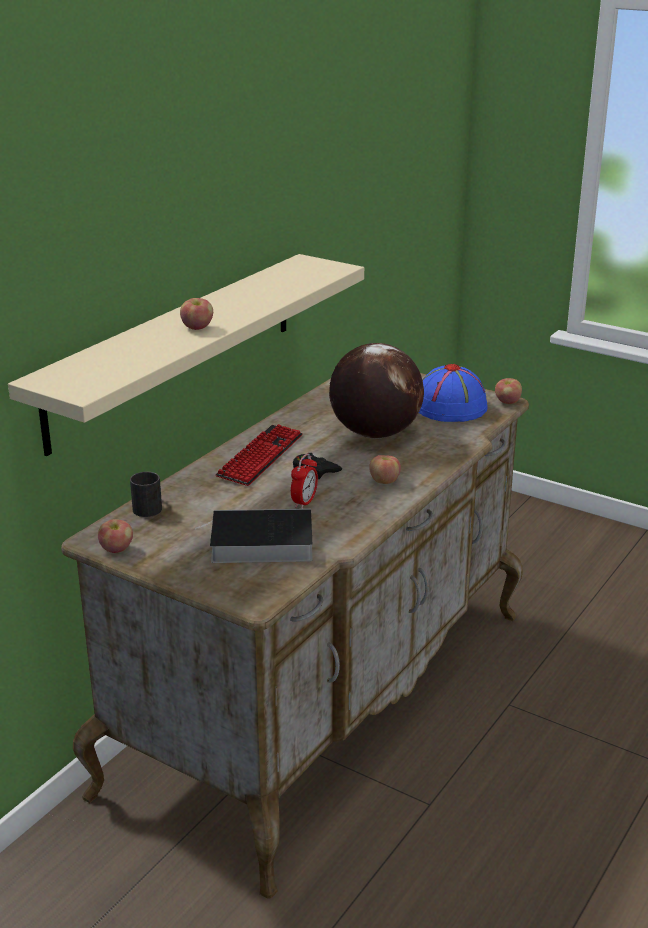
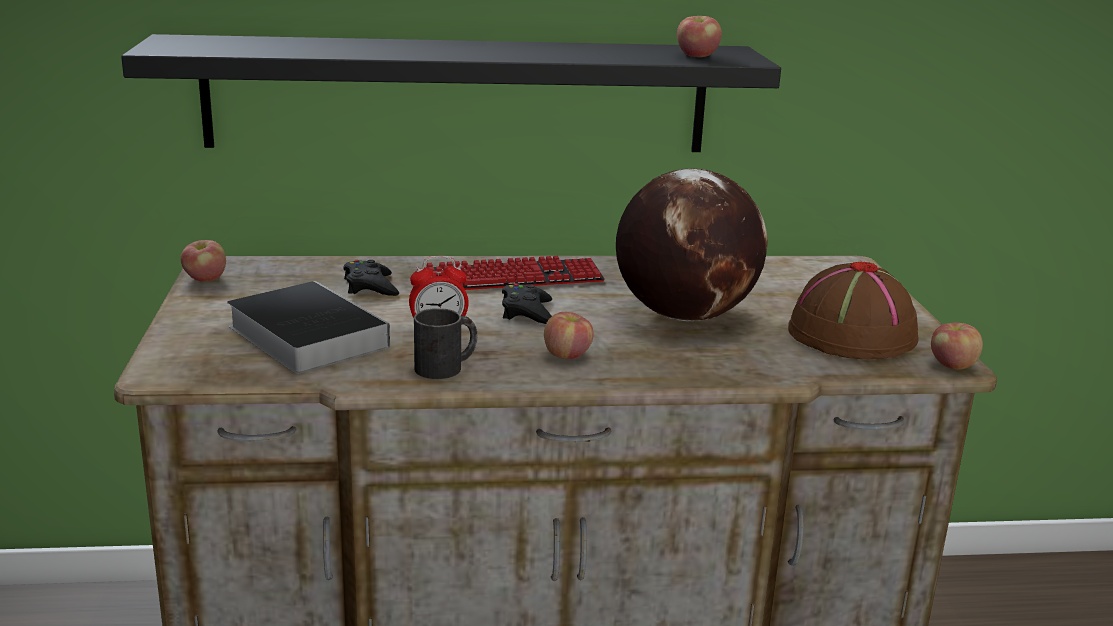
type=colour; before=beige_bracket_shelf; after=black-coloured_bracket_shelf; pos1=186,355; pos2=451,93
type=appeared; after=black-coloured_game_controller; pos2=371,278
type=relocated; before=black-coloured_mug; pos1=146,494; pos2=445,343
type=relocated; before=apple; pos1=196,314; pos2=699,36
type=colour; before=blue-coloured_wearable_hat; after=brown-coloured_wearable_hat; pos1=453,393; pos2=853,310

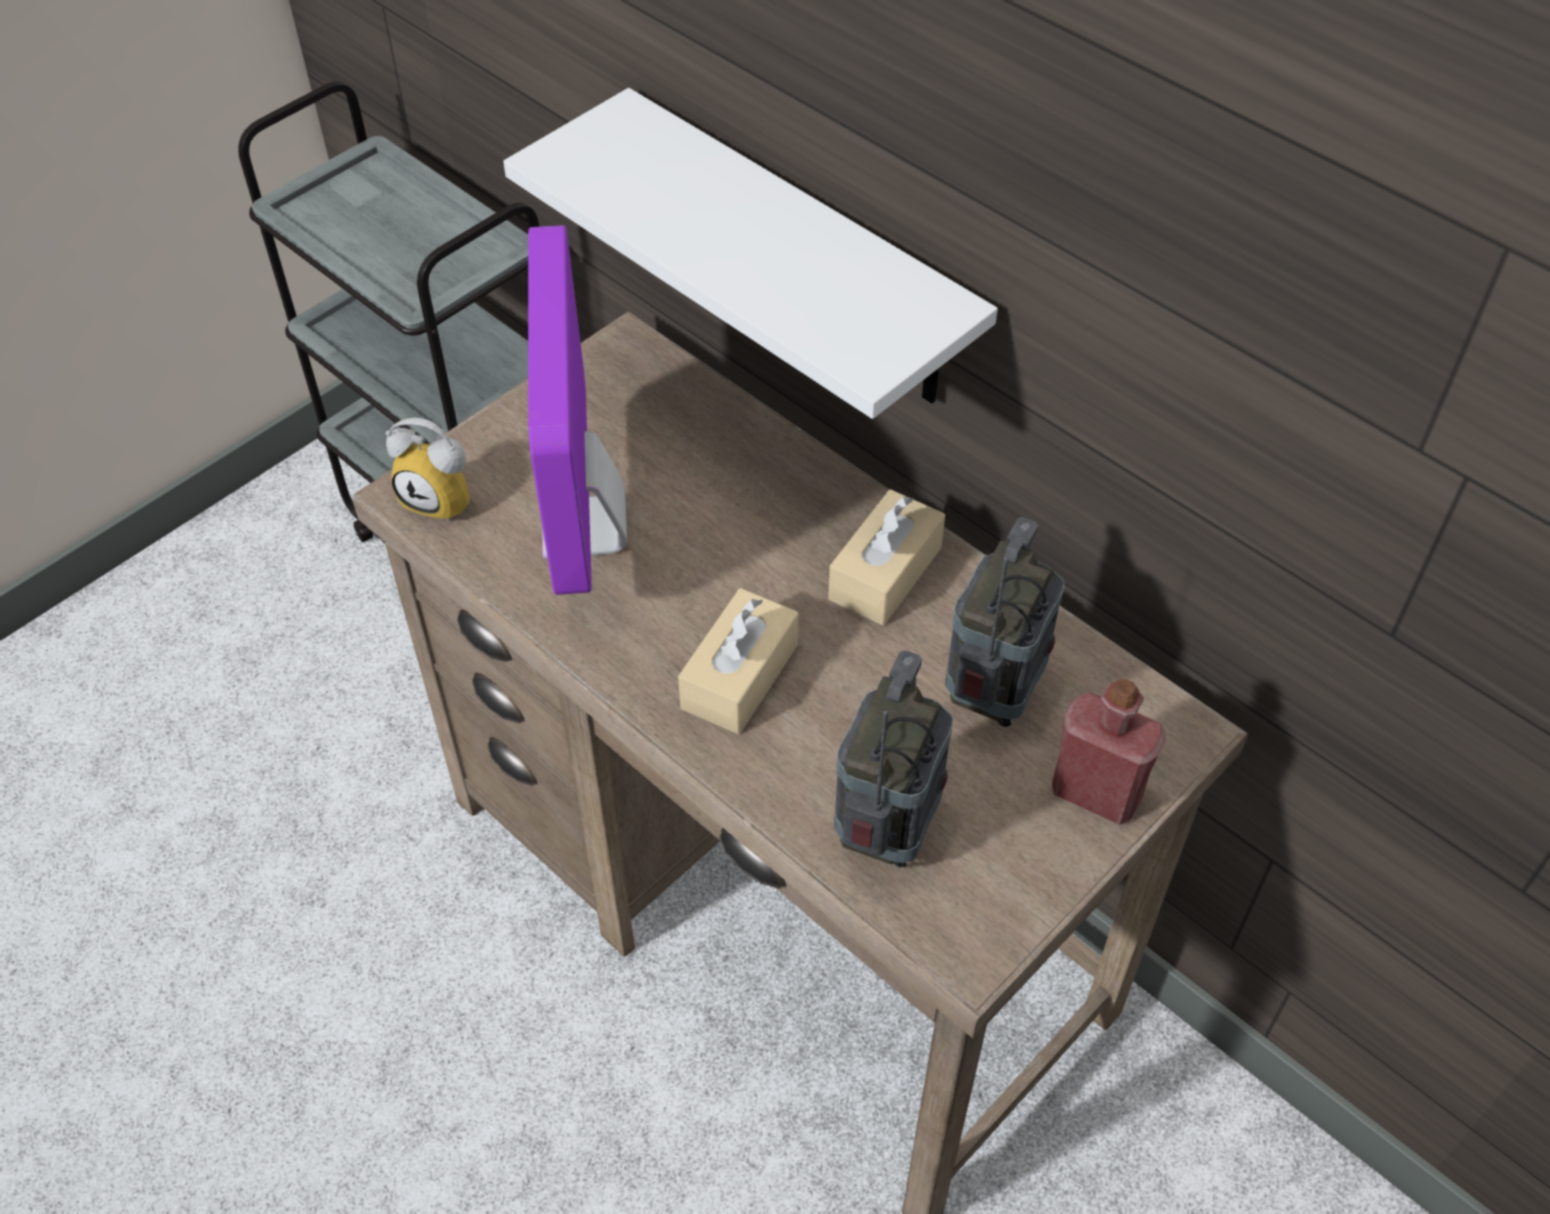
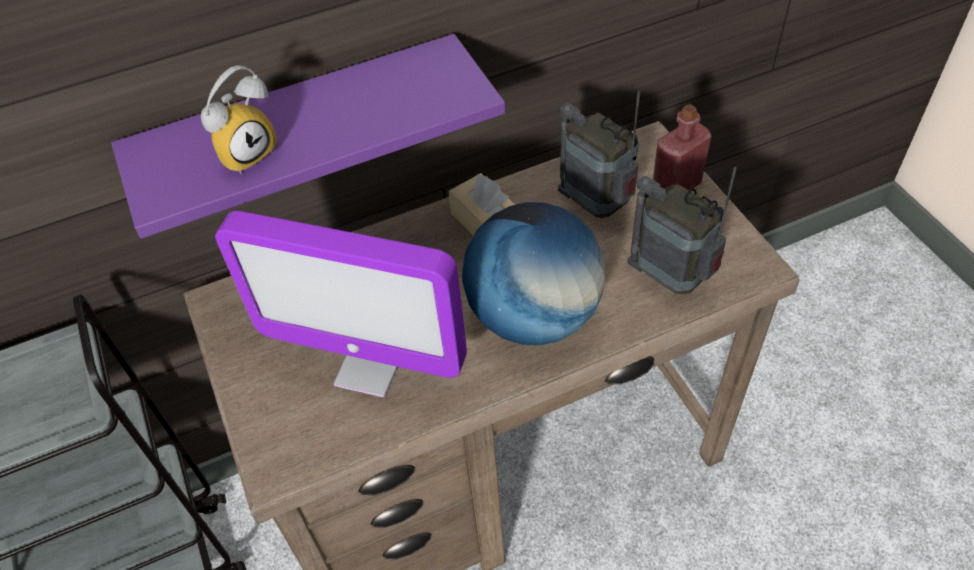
type=colour; before=white_bracket_shelf; after=purplish_bracket_shelf; pos1=750,253; pos2=308,136
type=relocated; before=alarm_clock; pos1=428,470; pos2=239,119
type=exchanged; before=beige_box_of_tissues; after=globe; pos1=738,661; pos2=533,273

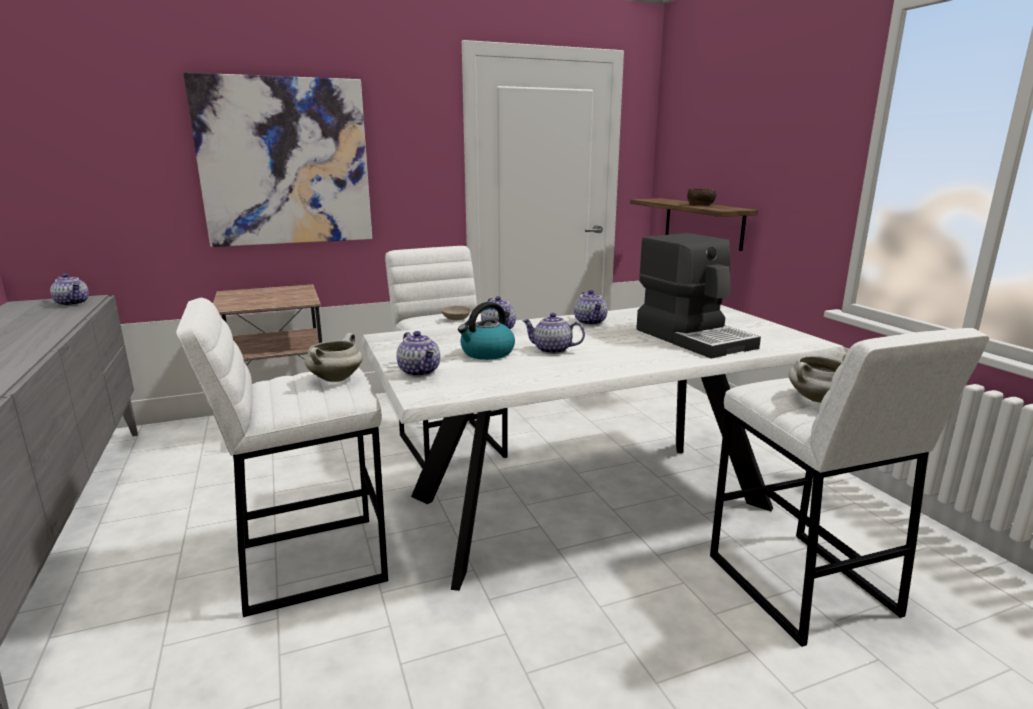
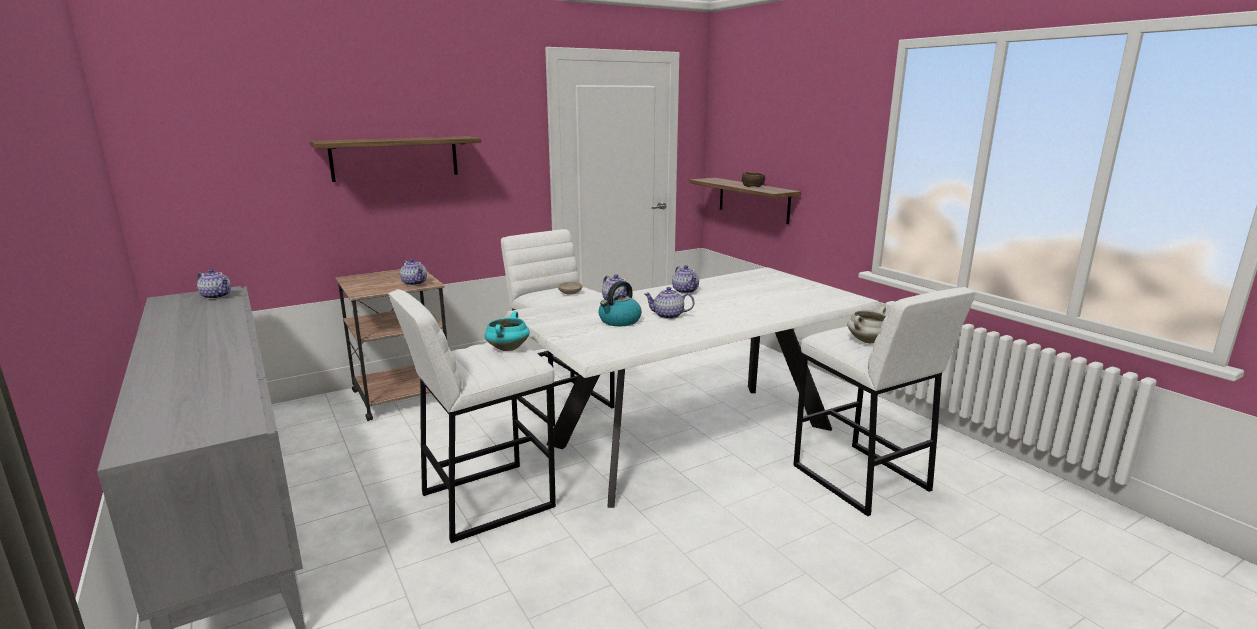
type=exchanged; before=wall_art; after=bracket_shelf; pos1=277,159; pos2=395,159
type=relocated; before=pot_for_tea; pos1=418,354; pos2=413,272
type=colour; before=white_saucepot; after=turquoise_saucepot; pos1=334,357; pos2=507,331
type=missing; before=coffee_machine; pos1=698,296

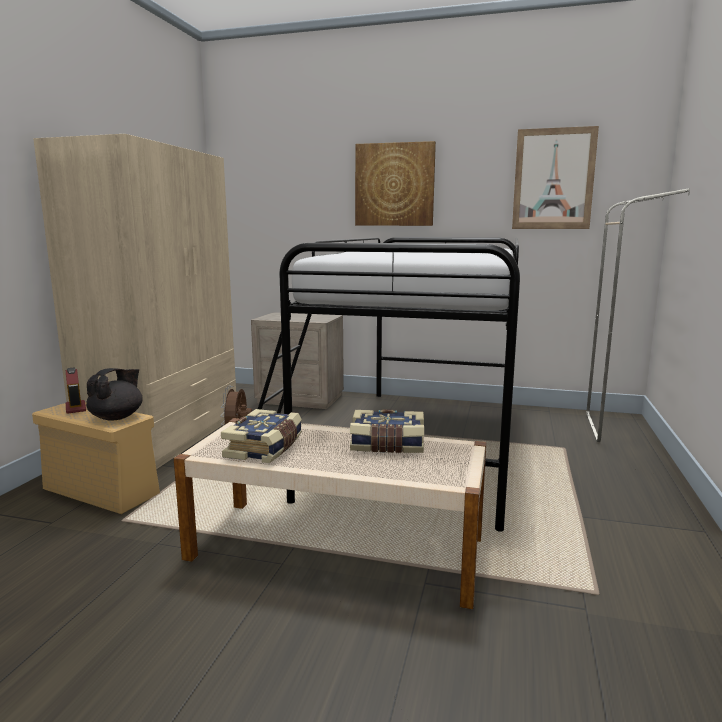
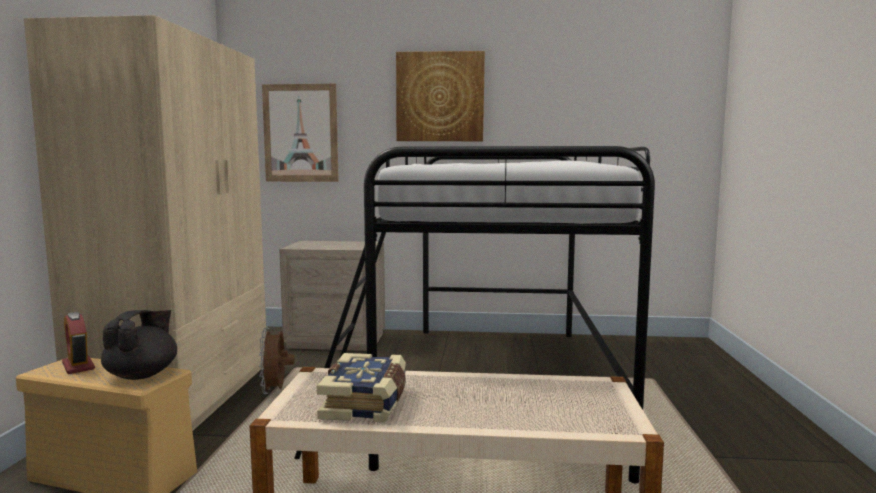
type=relocated; before=wall_art; pos1=555,177; pos2=300,133
type=missing; before=book; pos1=387,431
type=missing; before=gray_garment_rack; pos1=638,315

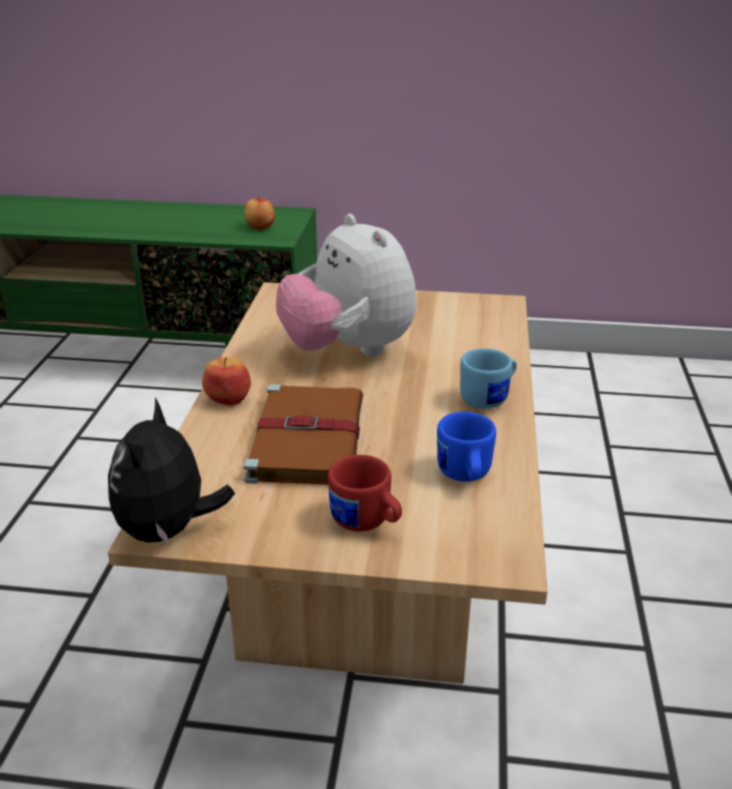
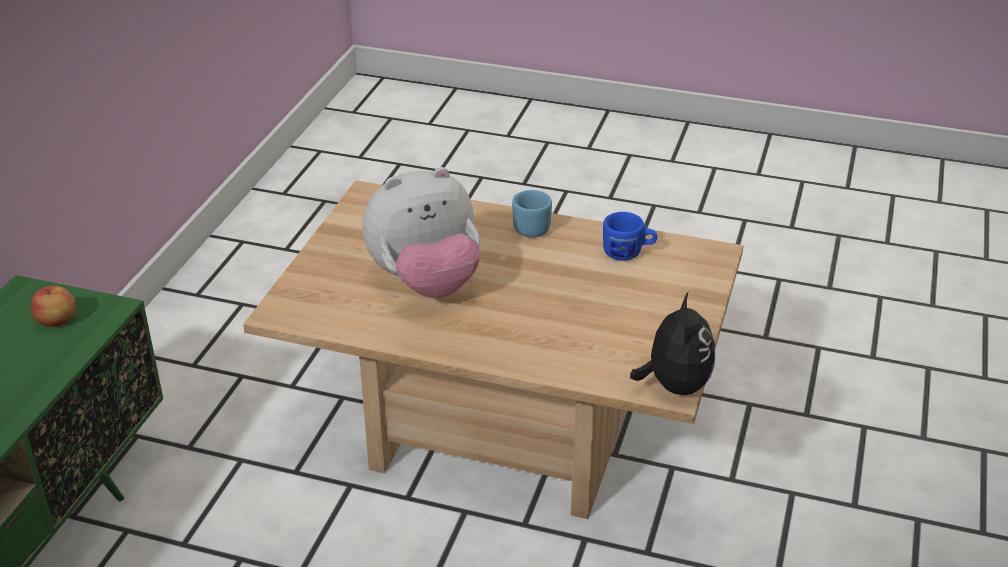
type=spun; before=soft_toy; pos1=171,472; pos2=672,343; turn=-105
type=missing; before=apple; pos1=226,381
type=missing; before=brown-coloured_book; pos1=303,434
type=missing; before=red-coloured_mug; pos1=365,493

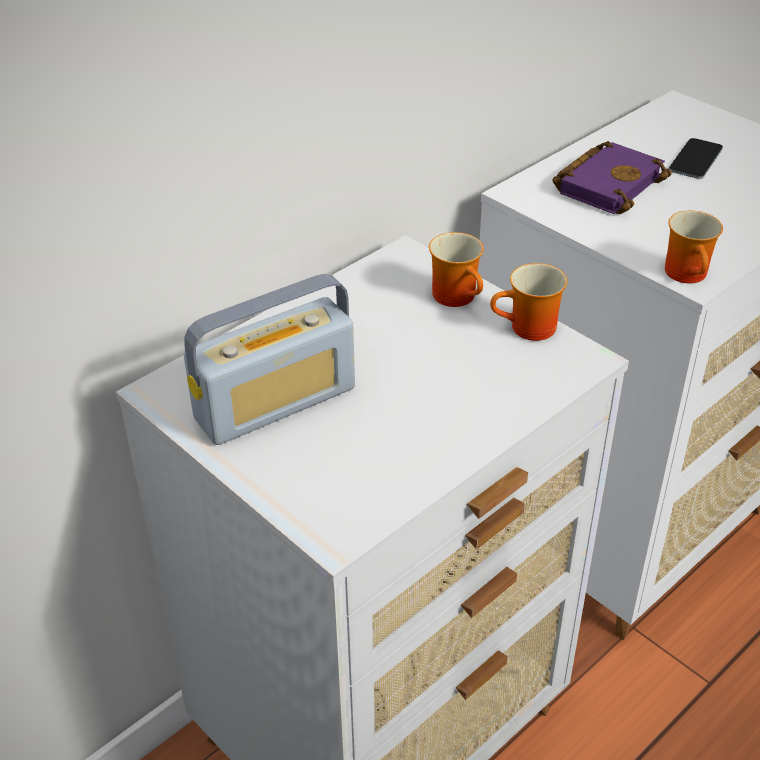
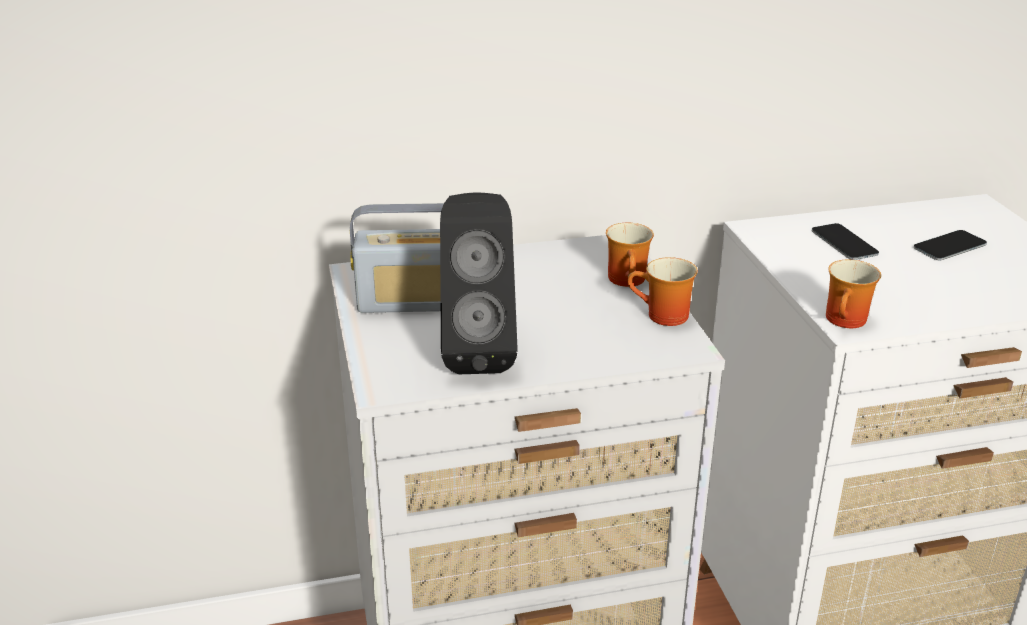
type=appeared; after=black-coloured_audio_speaker; pos2=479,283
type=exchanged; before=purplish_book; after=handset; pos1=612,177; pos2=845,241

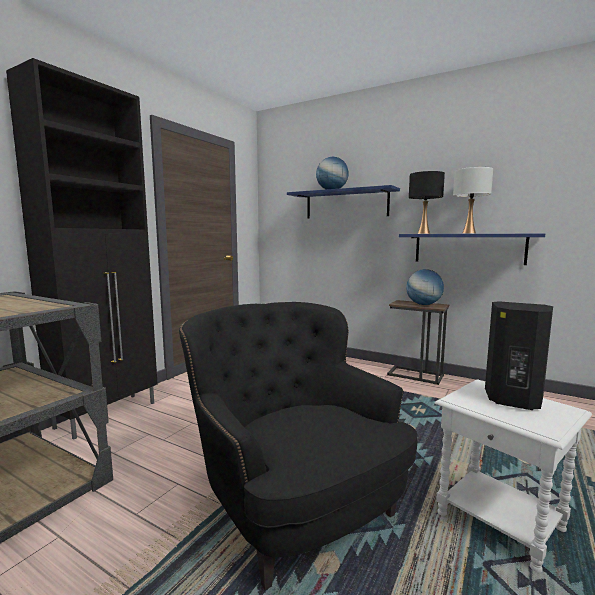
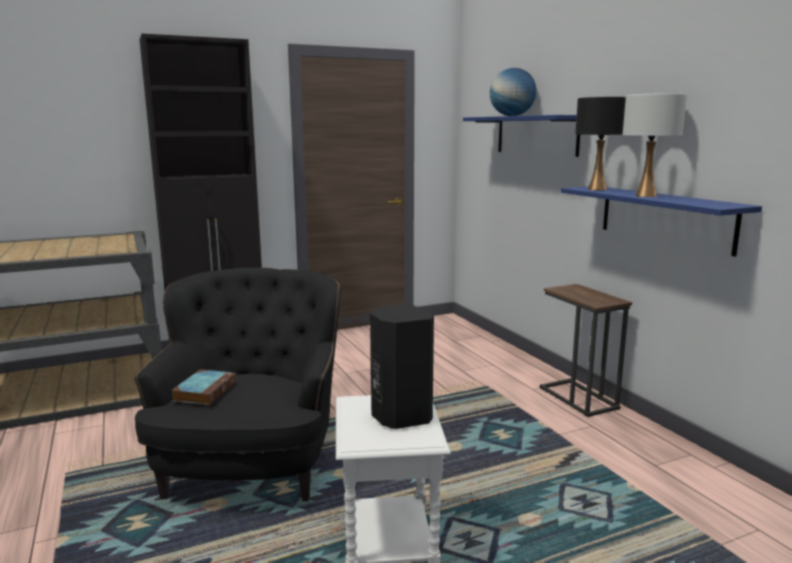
type=appeared; after=book; pos2=204,387
type=missing; before=globe; pos1=425,287

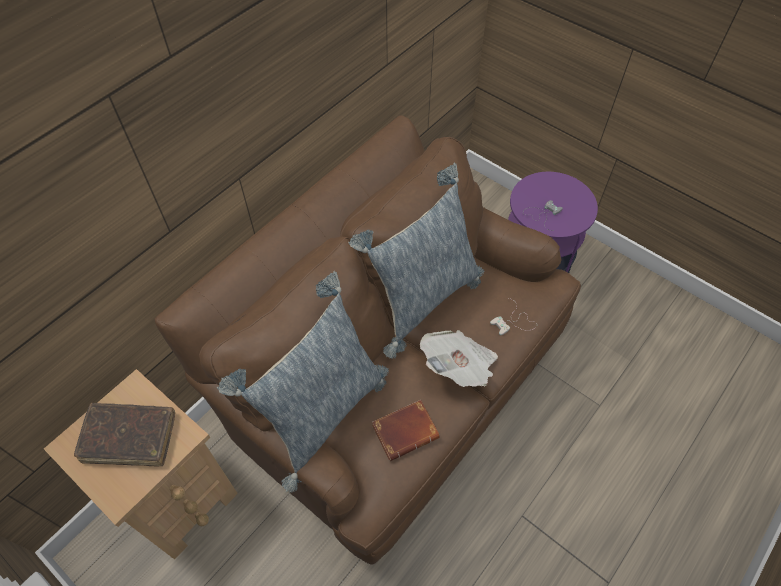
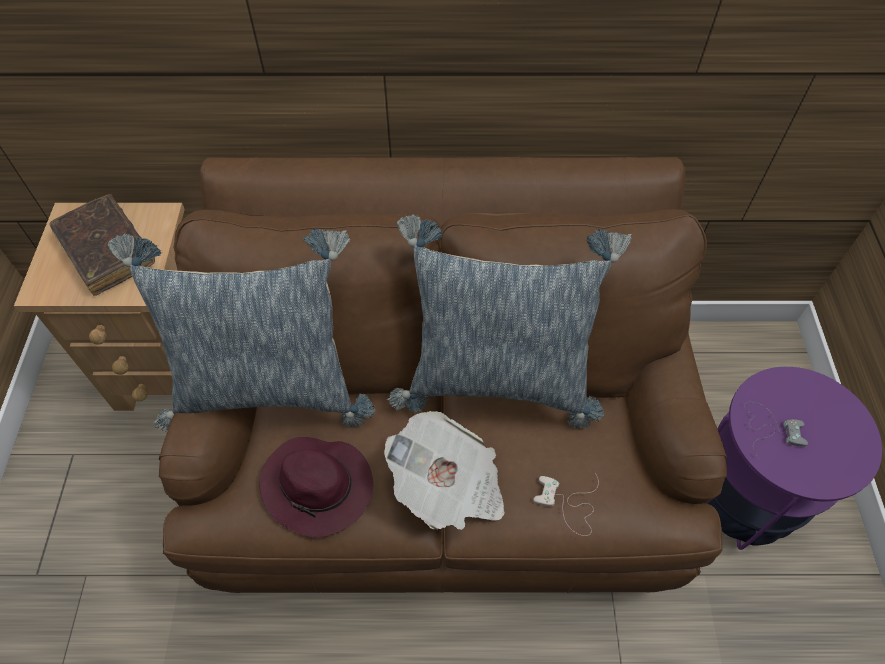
type=exchanged; before=brown-coloured_book; after=purplish_wearable_hat; pos1=406,430; pos2=316,487

